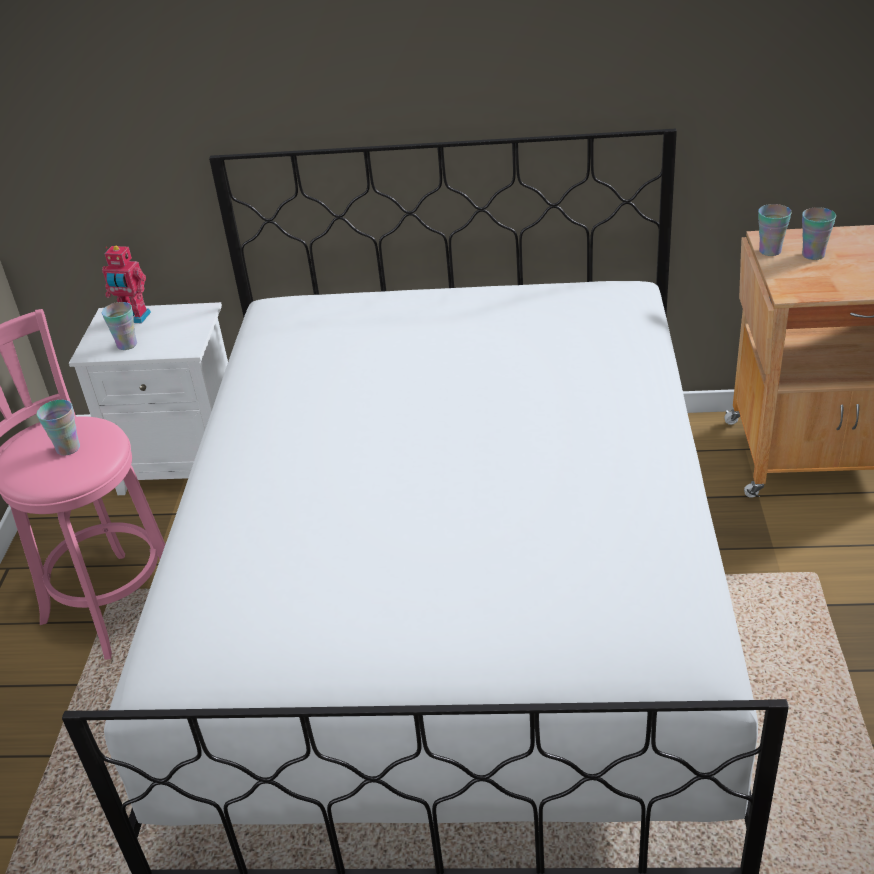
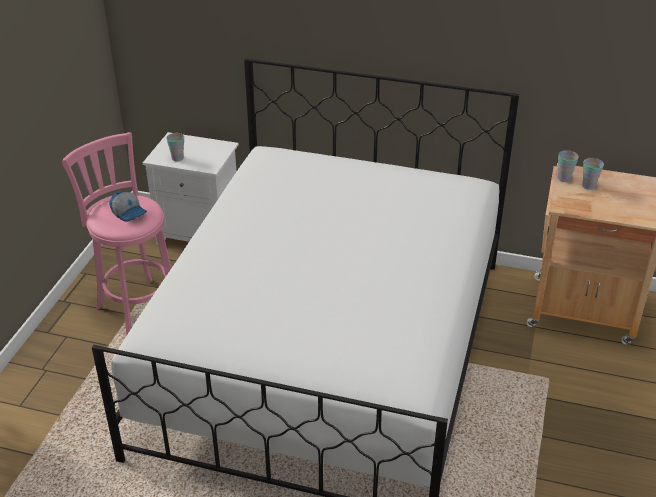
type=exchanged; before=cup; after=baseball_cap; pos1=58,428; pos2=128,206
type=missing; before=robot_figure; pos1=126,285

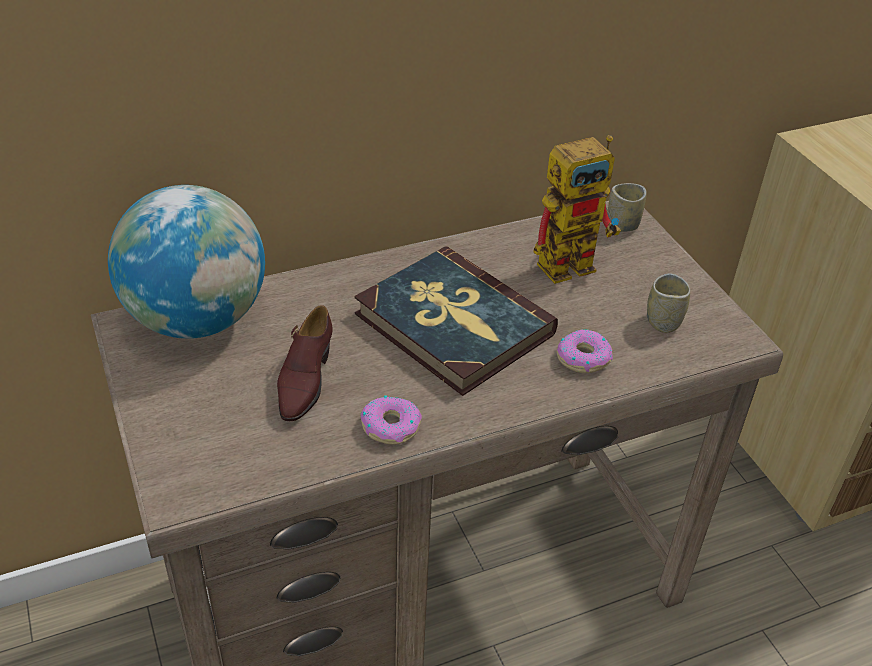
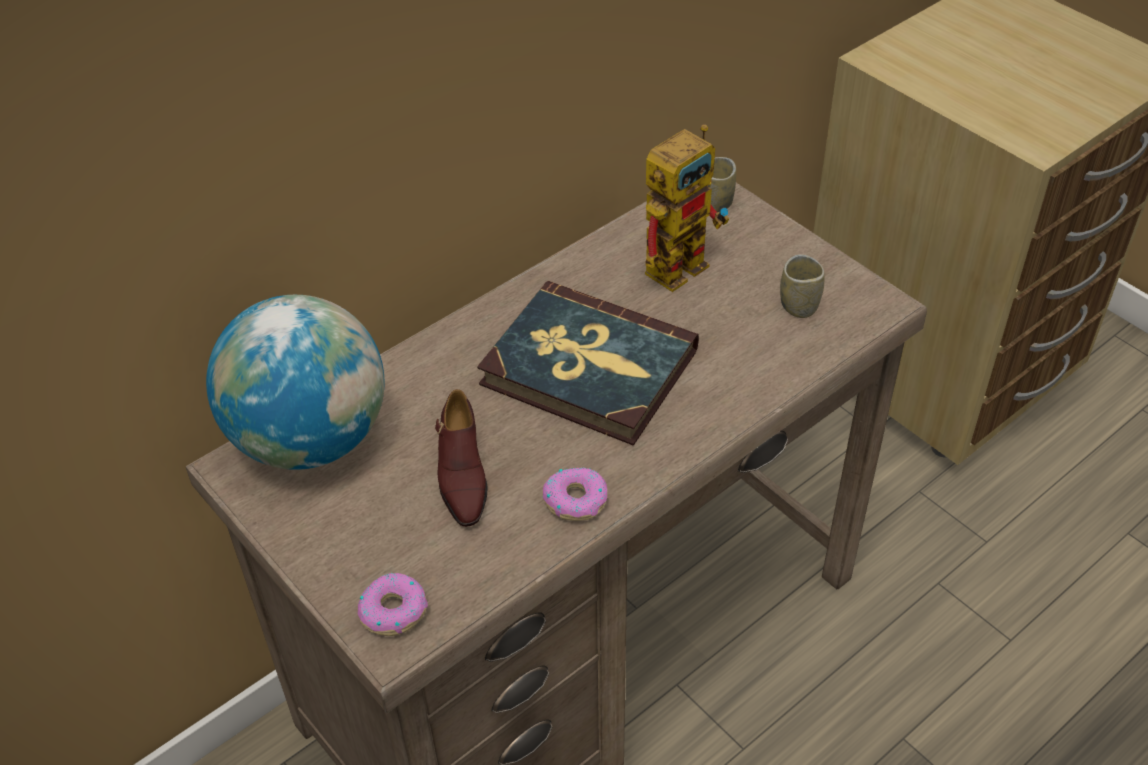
type=relocated; before=donut; pos1=585,351; pos2=393,604

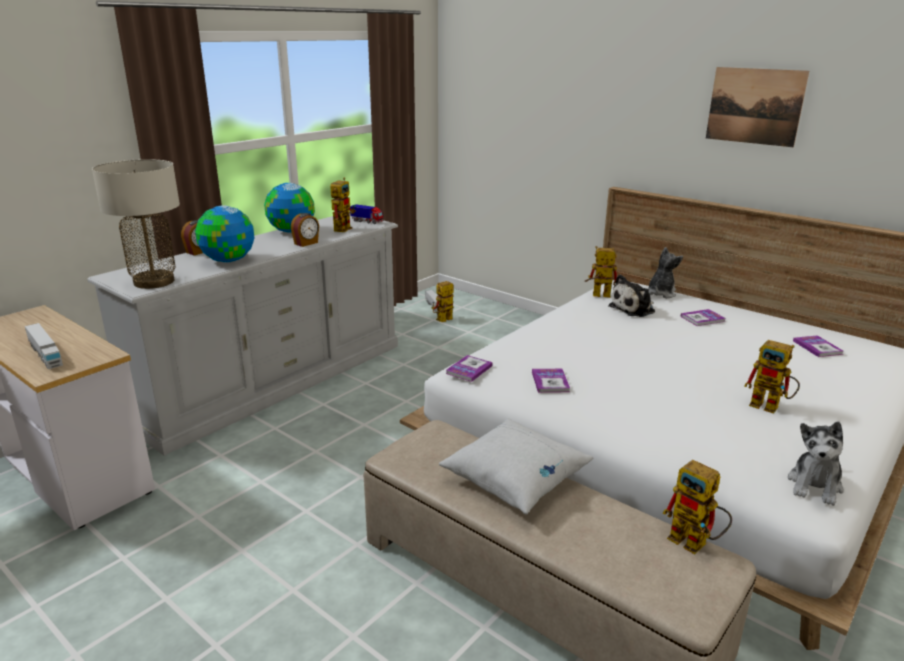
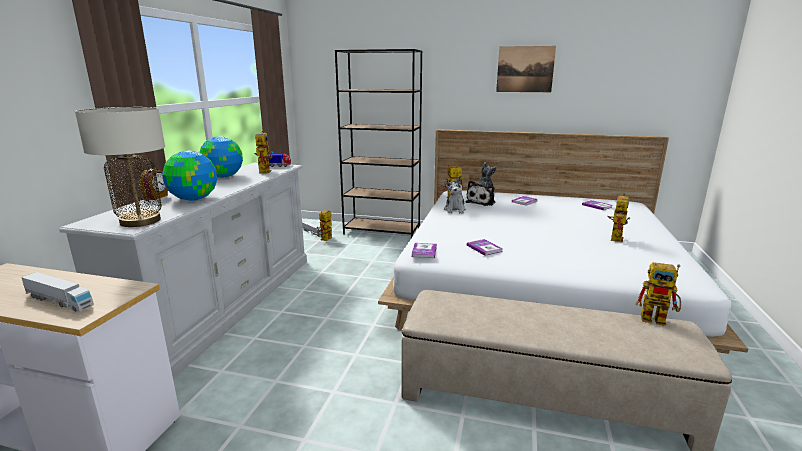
type=appeared; after=beige_bookshelf; pos2=378,143
type=relocated; before=soft_toy; pos1=816,463; pos2=455,195
type=spun; before=robot_figure; pos1=772,377; pos2=619,217; turn=-75
type=missing; before=alarm_clock; pos1=305,230
type=missing; before=gray_pillow; pos1=516,466

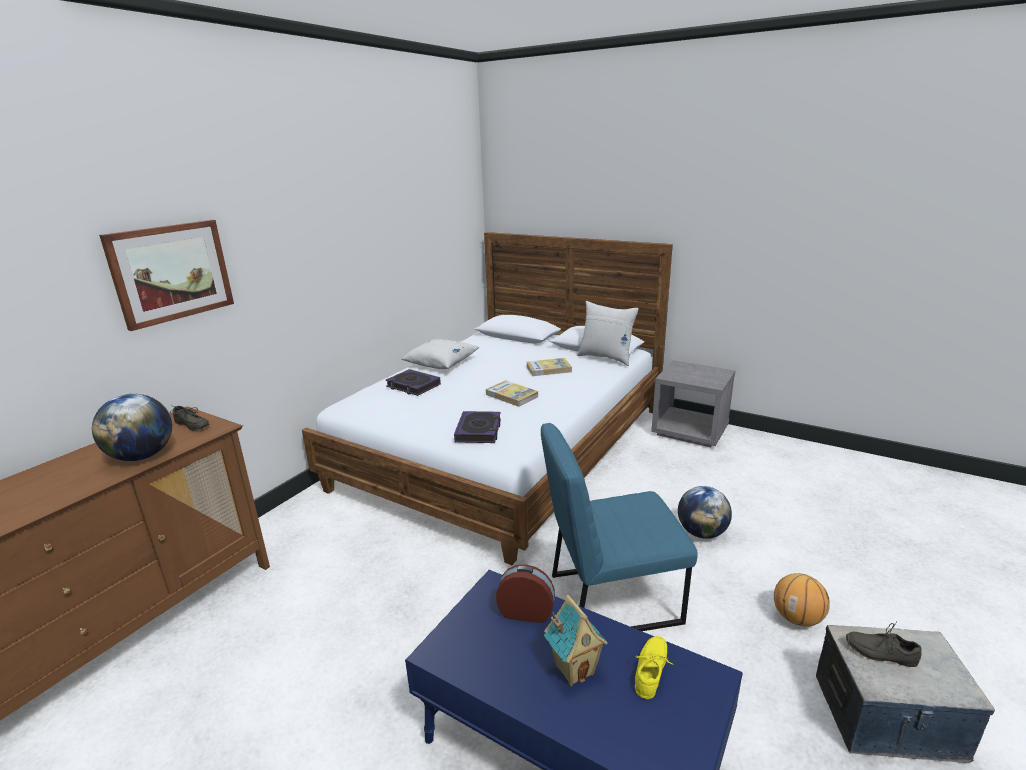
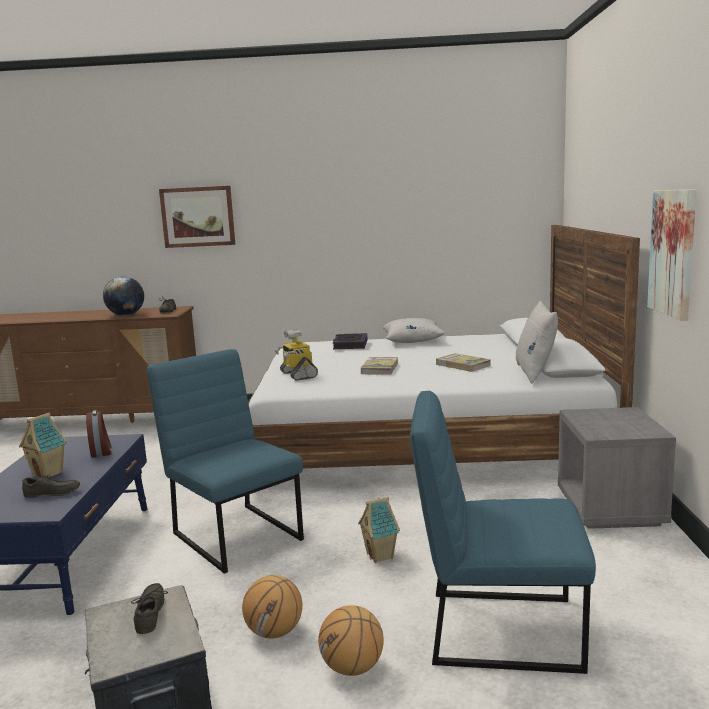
type=colour; before=yellow_low_shoe; after=gray_low_shoe; pos1=654,667; pos2=51,485
type=exchanged; before=book; after=robot_figure; pos1=477,427; pos2=296,355
type=appeared; after=ball_for_basketball; pos2=351,640
type=exchanged; before=globe; after=toy_house; pos1=705,512; pos2=379,530
type=appeared; after=blue-coloured_upright_chair; pos2=503,532
type=appeared; after=wall_art; pos2=672,255

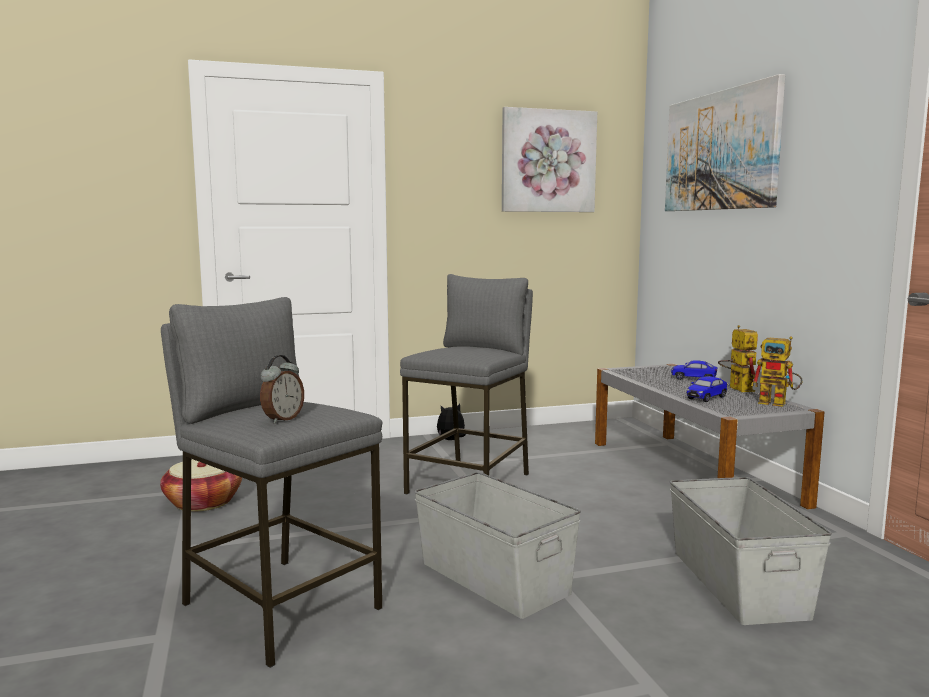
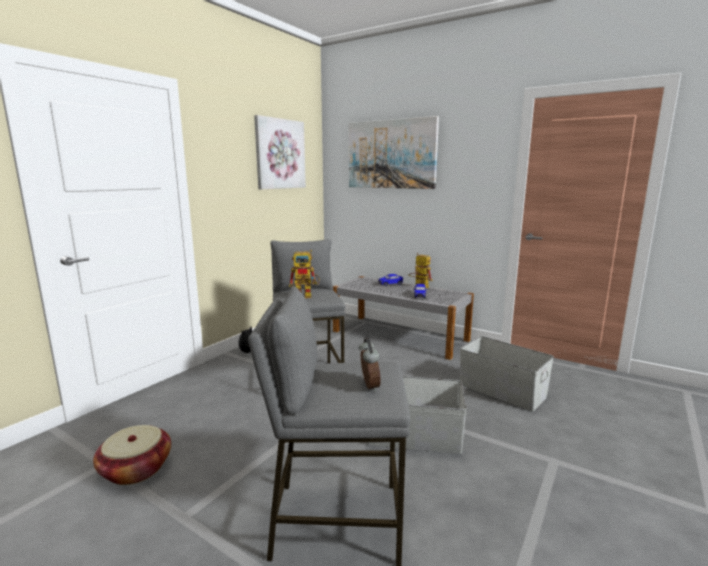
type=relocated; before=robot_figure; pos1=777,371; pos2=304,274

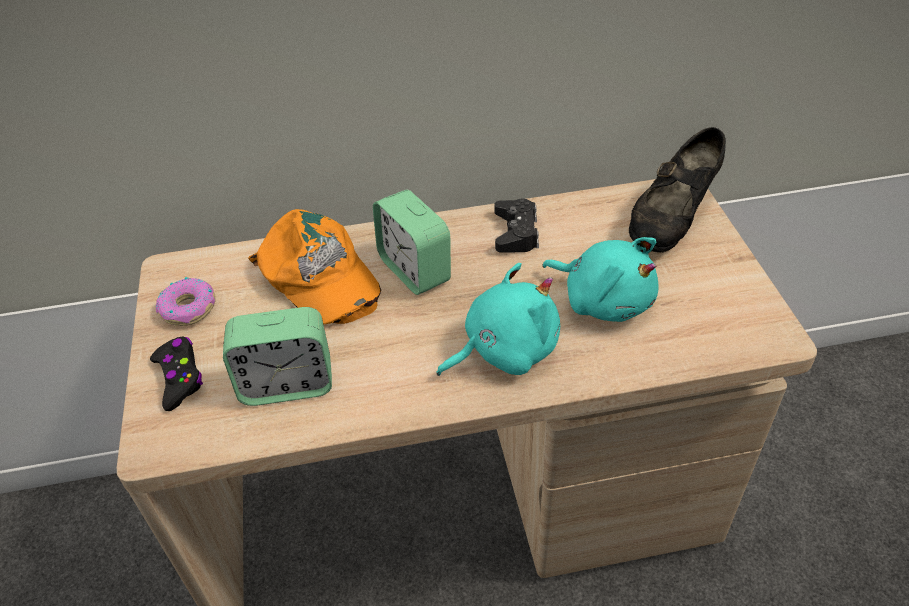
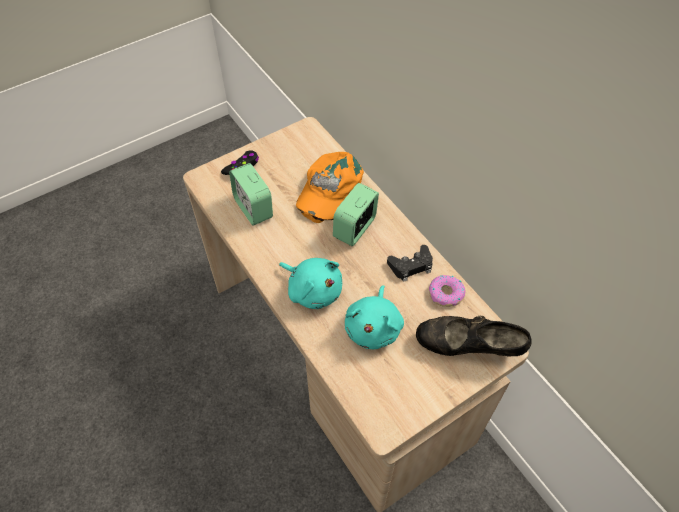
type=relocated; before=donut; pos1=186,301; pos2=447,291

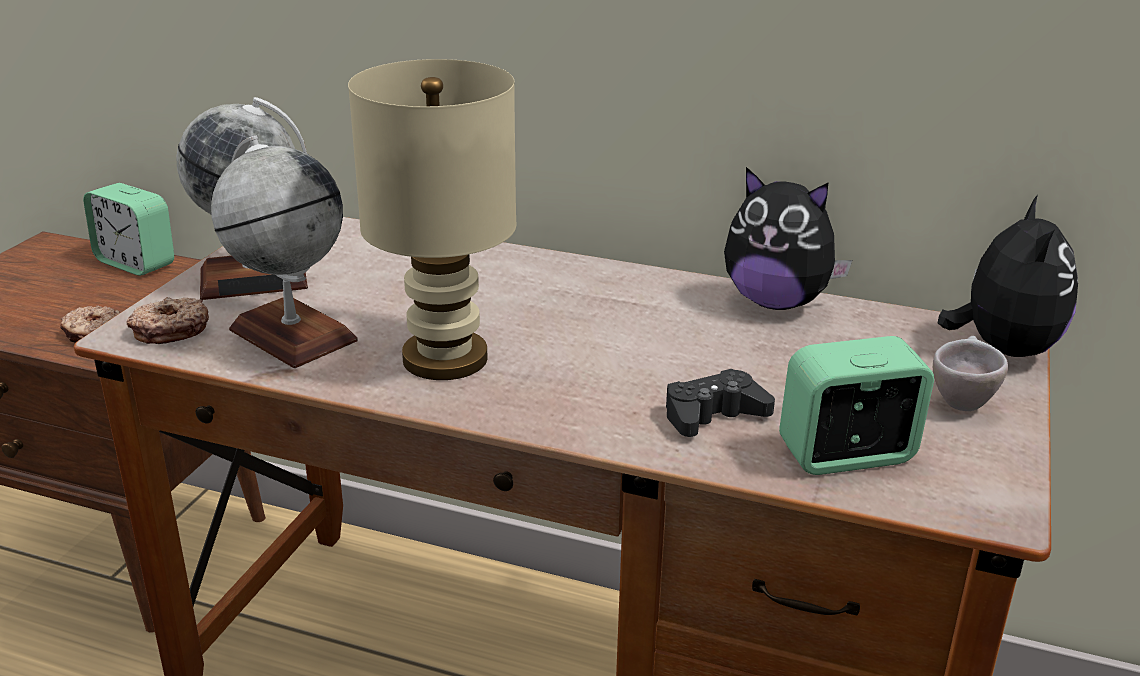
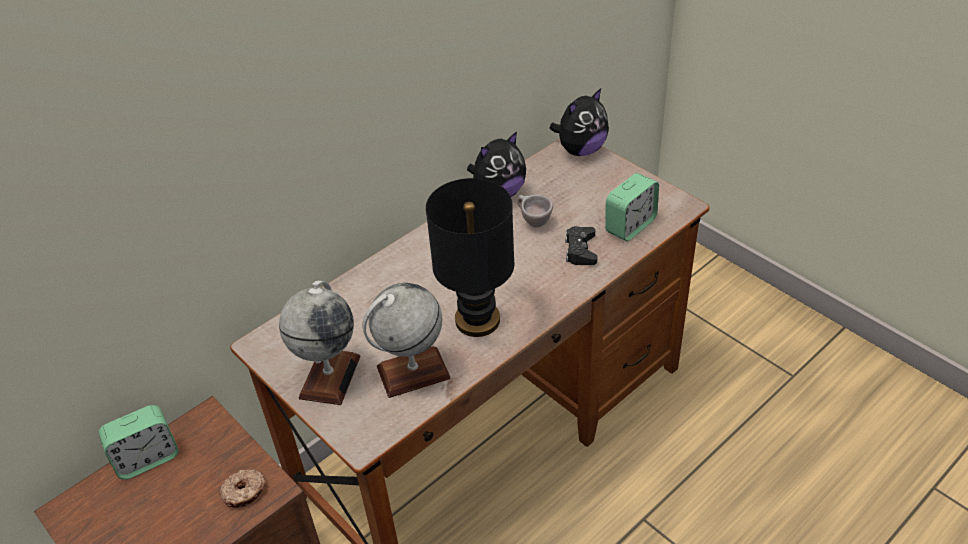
type=colour; before=beige_table_lamp; after=black-coloured_table_lamp; pos1=432,219; pos2=470,257
type=relocated; before=beige_cup; pos1=970,373; pos2=535,211
type=spun; before=soft_toy; pos1=1008,276; pos2=579,122; turn=105
type=spun; before=alarm_clock; pos1=856,405; pos2=632,207; turn=-150
type=missing; before=donut; pos1=167,320

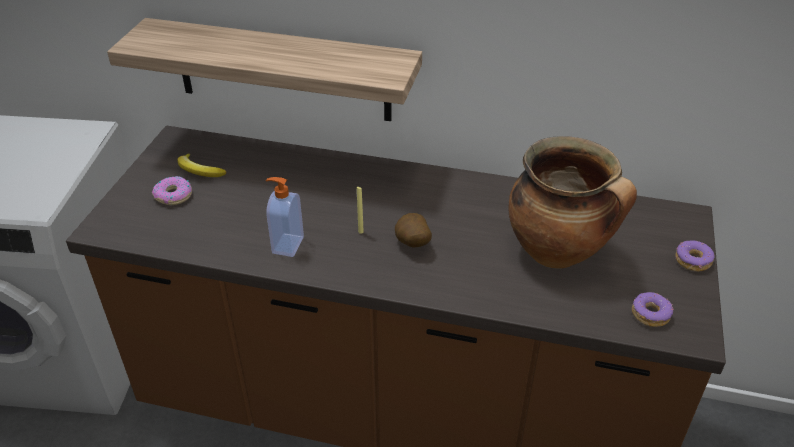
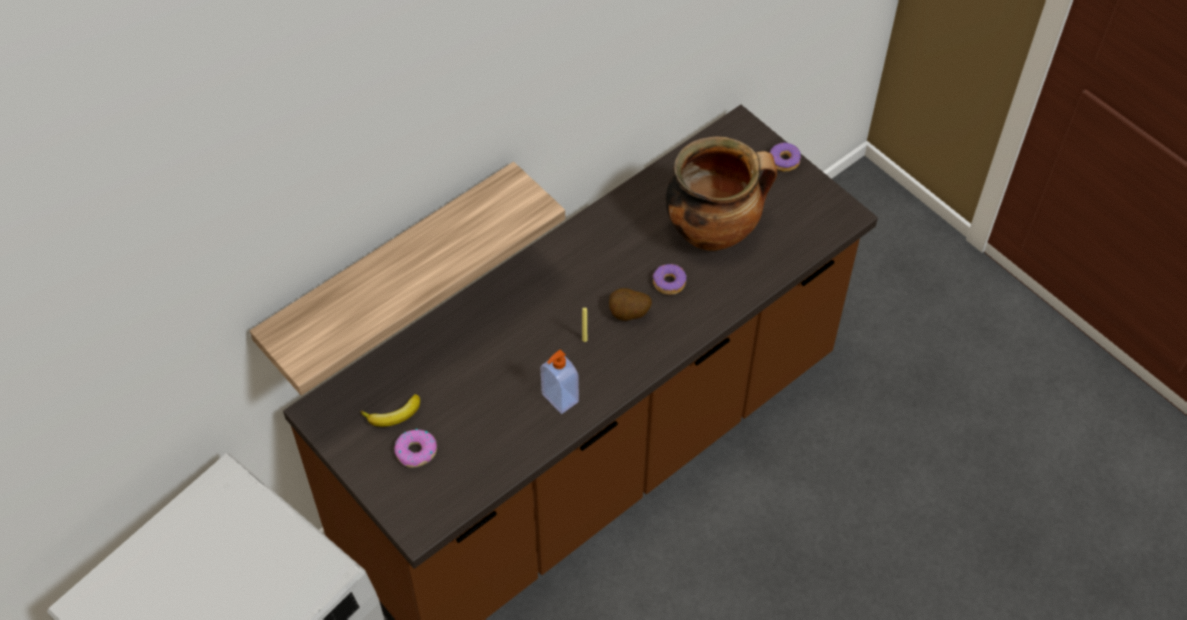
type=relocated; before=donut; pos1=652,309; pos2=669,279

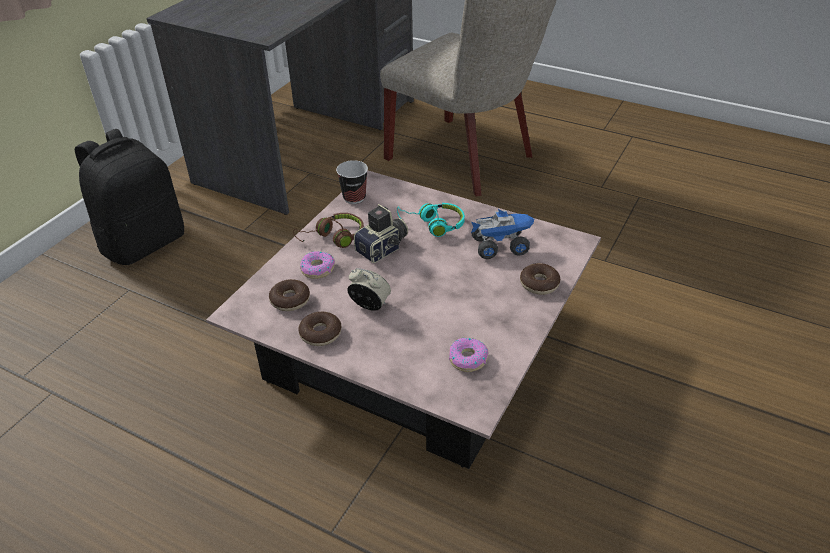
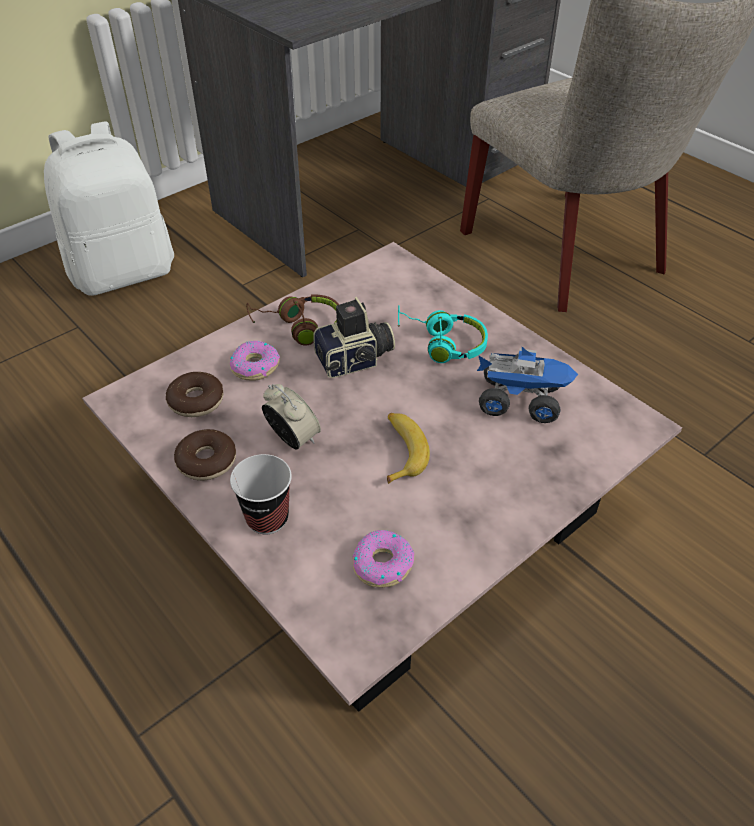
type=colour; before=black-coloured_backpack; after=white_backpack; pos1=129,197; pos2=109,209
type=relocated; before=cup; pos1=352,182; pos2=261,494
type=appeared; after=whole_banana; pos2=408,448
type=missing; before=donut; pos1=540,279

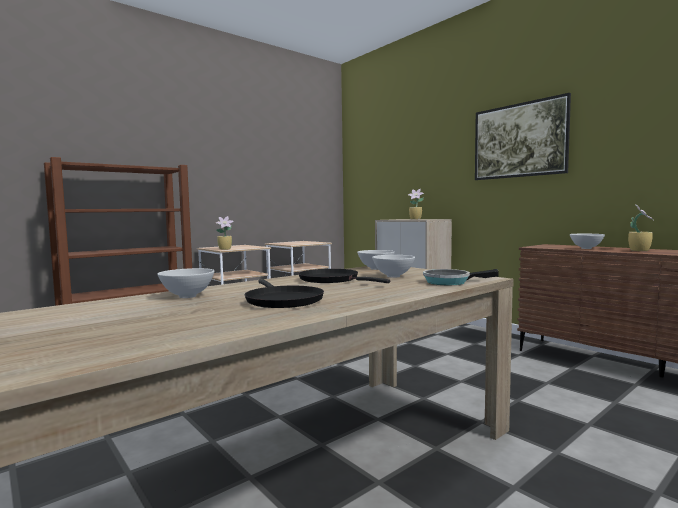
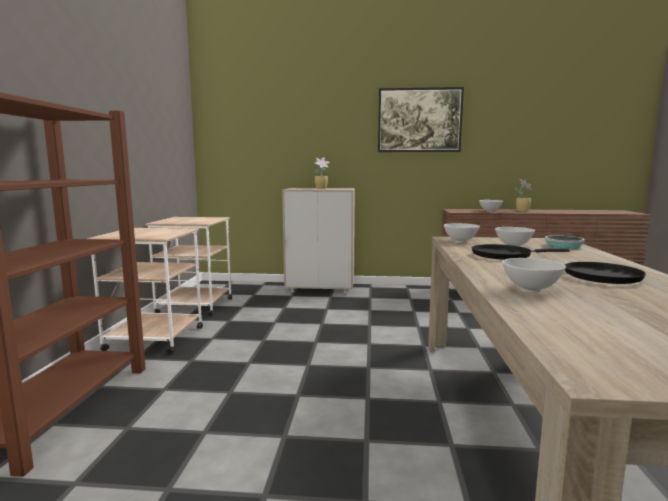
type=missing; before=potted_plant; pos1=225,233

